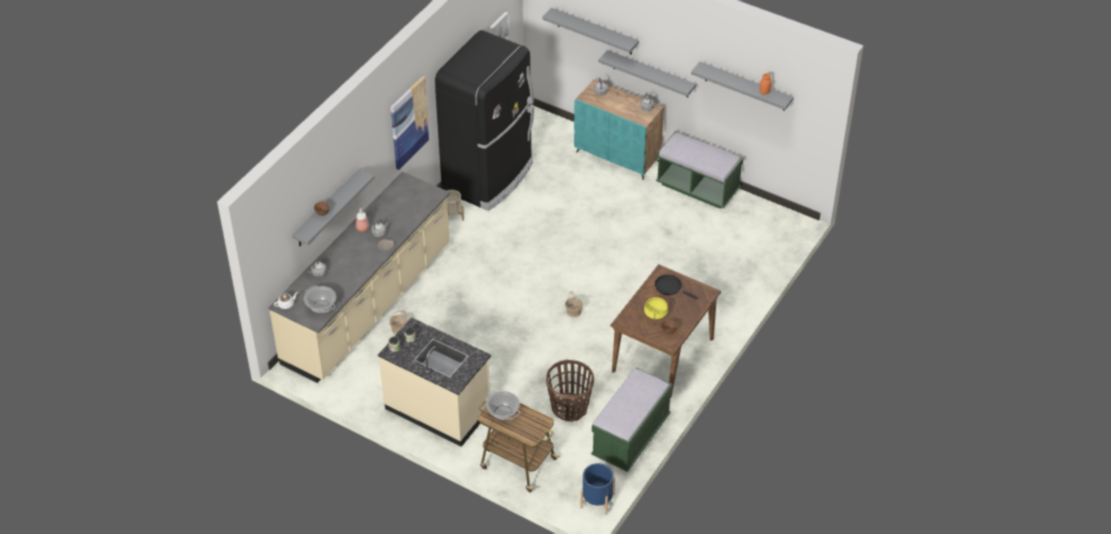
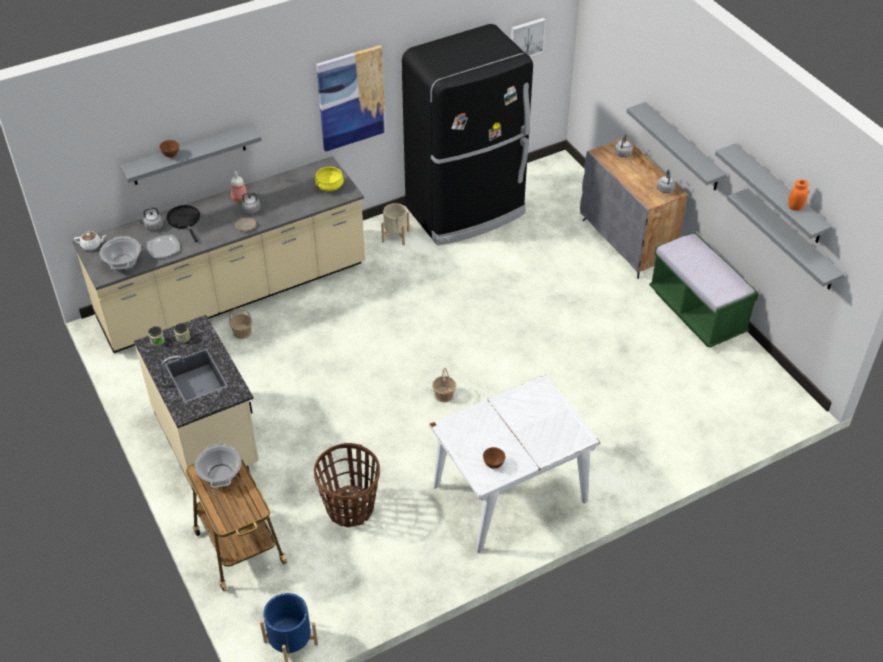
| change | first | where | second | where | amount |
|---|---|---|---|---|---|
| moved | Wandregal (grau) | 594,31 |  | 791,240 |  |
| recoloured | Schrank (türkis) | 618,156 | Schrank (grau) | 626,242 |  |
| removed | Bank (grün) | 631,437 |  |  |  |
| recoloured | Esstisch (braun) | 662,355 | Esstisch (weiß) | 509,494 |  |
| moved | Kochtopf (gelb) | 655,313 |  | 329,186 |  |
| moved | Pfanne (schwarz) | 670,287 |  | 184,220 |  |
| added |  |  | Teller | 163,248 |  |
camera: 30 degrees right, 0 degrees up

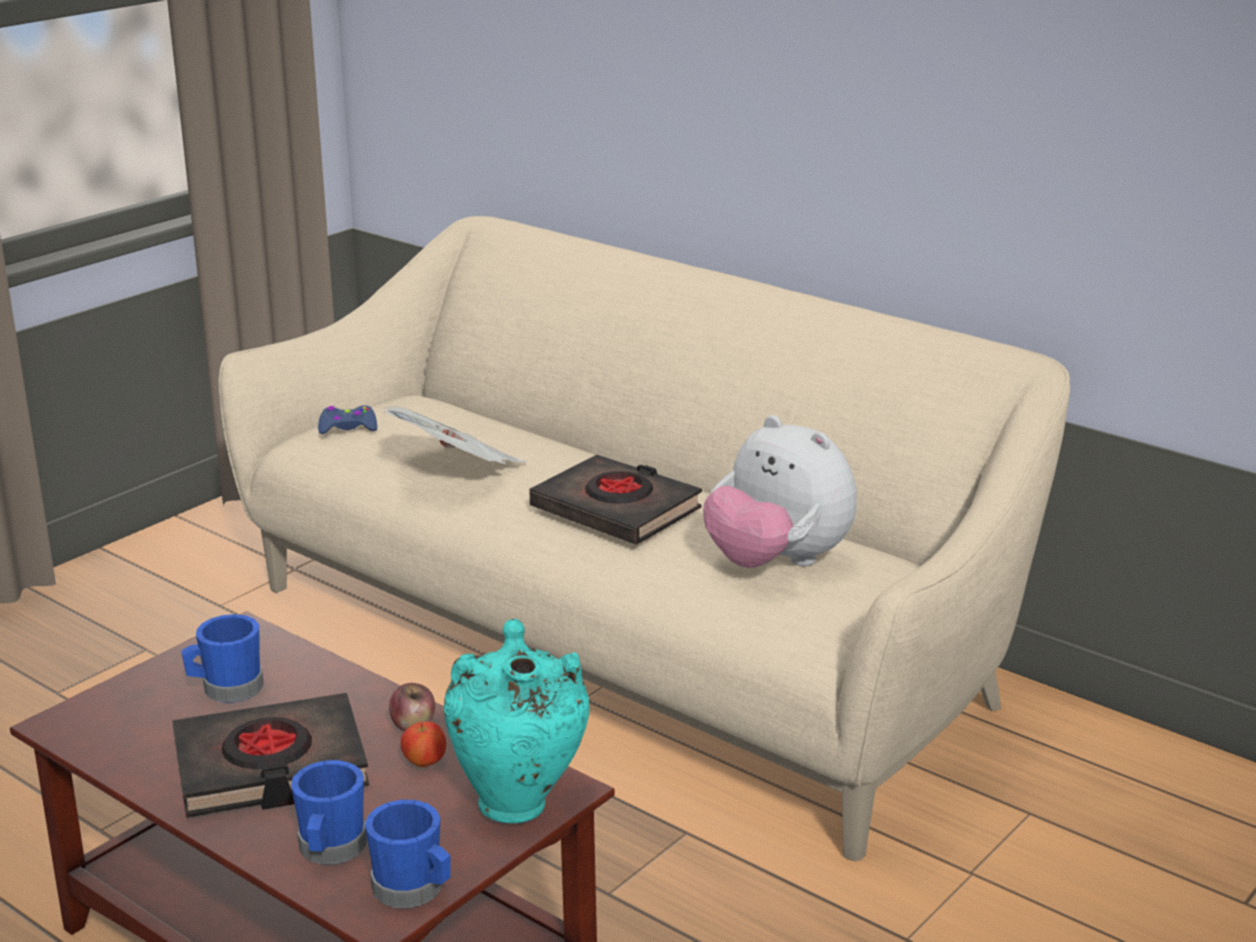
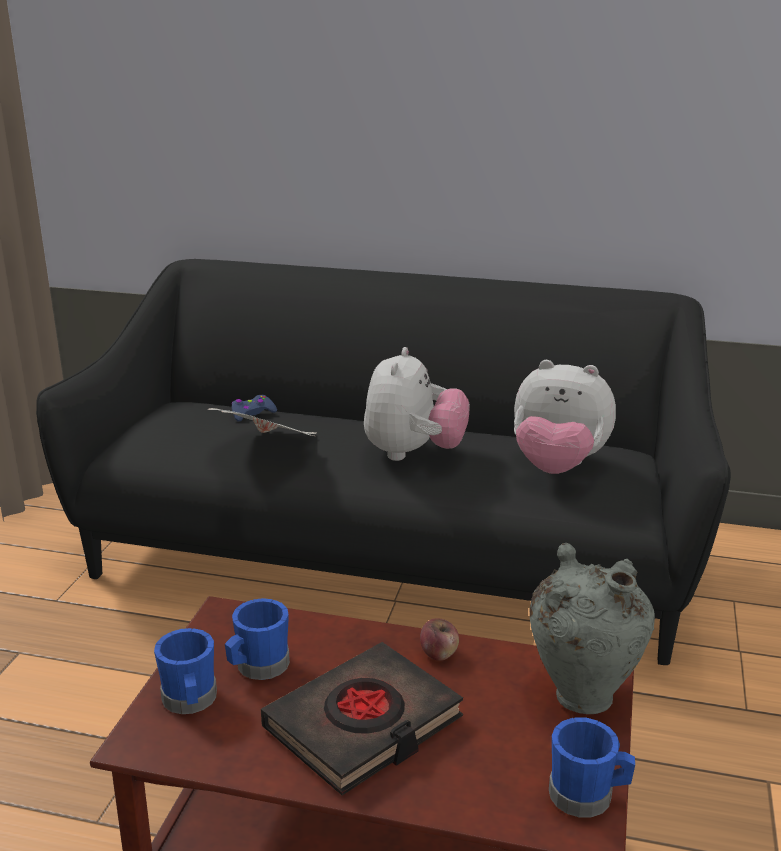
| change | first | where | second | where | amount |
|---|---|---|---|---|---|
| recoloured | Sofa (beige) | 628,644 | Sofa (schwarz) | 391,553 |  |
| moved | Henkelbecher (blau) | 330,850 |  | 190,701 |  |
| moved | Gamepad (blau) | 348,427 |  | 252,413 |  |
| removed | Apfel | 424,763 |  |  |  |
| recoloured | Vase (türkis) | 518,802 | Vase (grau) | 583,693 |  |
| replaced | Buch (schwarz) | 616,509 | Plüschtier | 413,453 |  |
camera: 25 degrees left, 0 degrees up

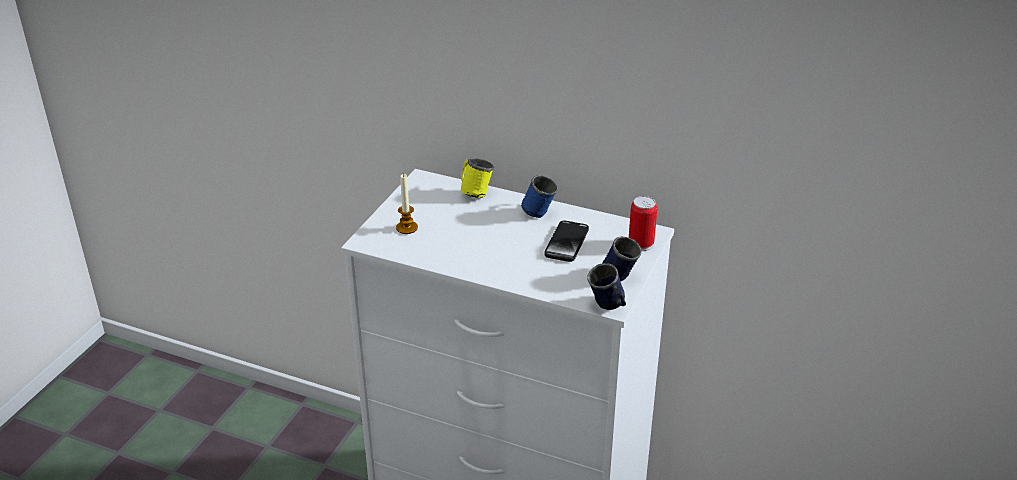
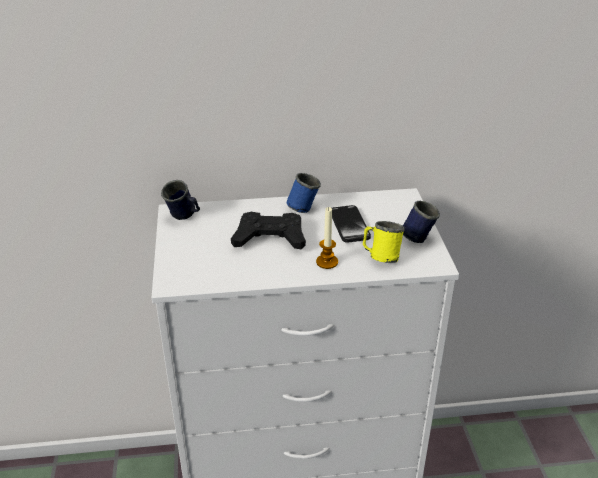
| change | first | where | second | where | amount |
|---|---|---|---|---|---|
| moved | Kerze | 407,228 |  | 327,262 |  |
| moved | Henkelbecher (gelb) | 474,192 |  | 380,257 |  |
| moved | Henkelbecher (blau) | 608,307 |  | 184,217 |  |
| removed | Dose | 641,244 |  |  |  |
| added |  |  | Gamepad (schwarz) | 270,238 |  |
camera: 30 degrees left, 0 degrees up

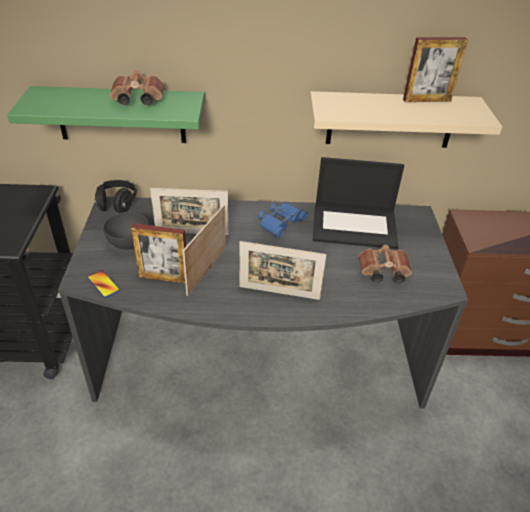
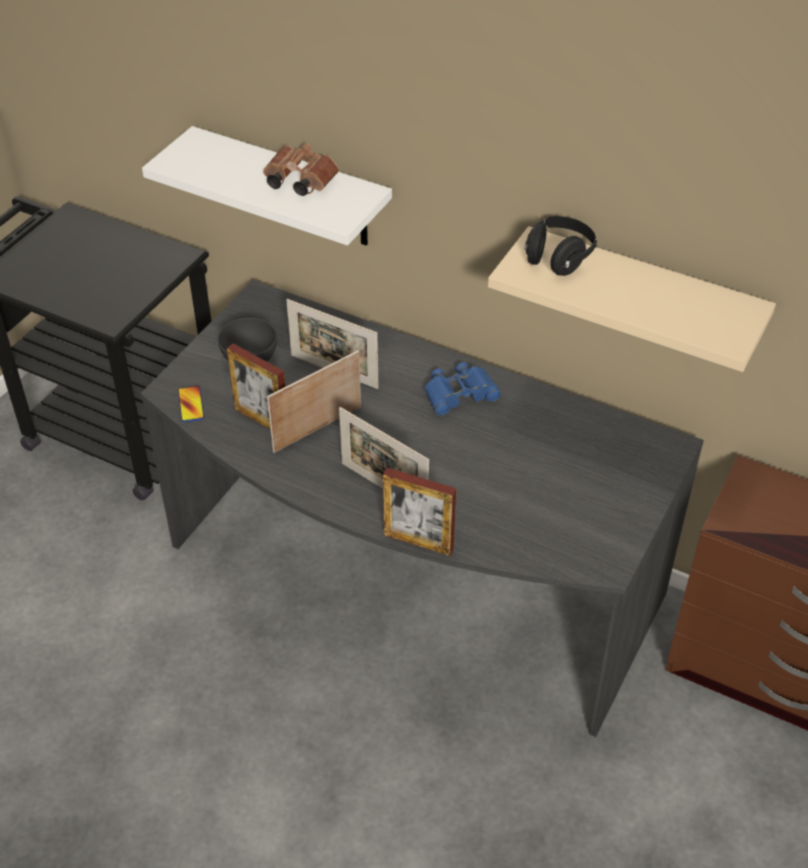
| change | first | where | second | where | amount |
|---|---|---|---|---|---|
| recoloured | Wandregal (grün) | 121,115 | Wandregal (weiß) | 291,188 |  |
| moved | Kopfhörer (schwarz) | 117,204 |  | 558,258 |  |
| removed | Laptop | 355,226 |  |  |  |
| removed | Fernglas (braun) | 382,273 |  |  |  |
| moved | Bilderrahmen | 427,100 |  | 418,542 |  |
camera: 30 degrees right, 5 degrees up

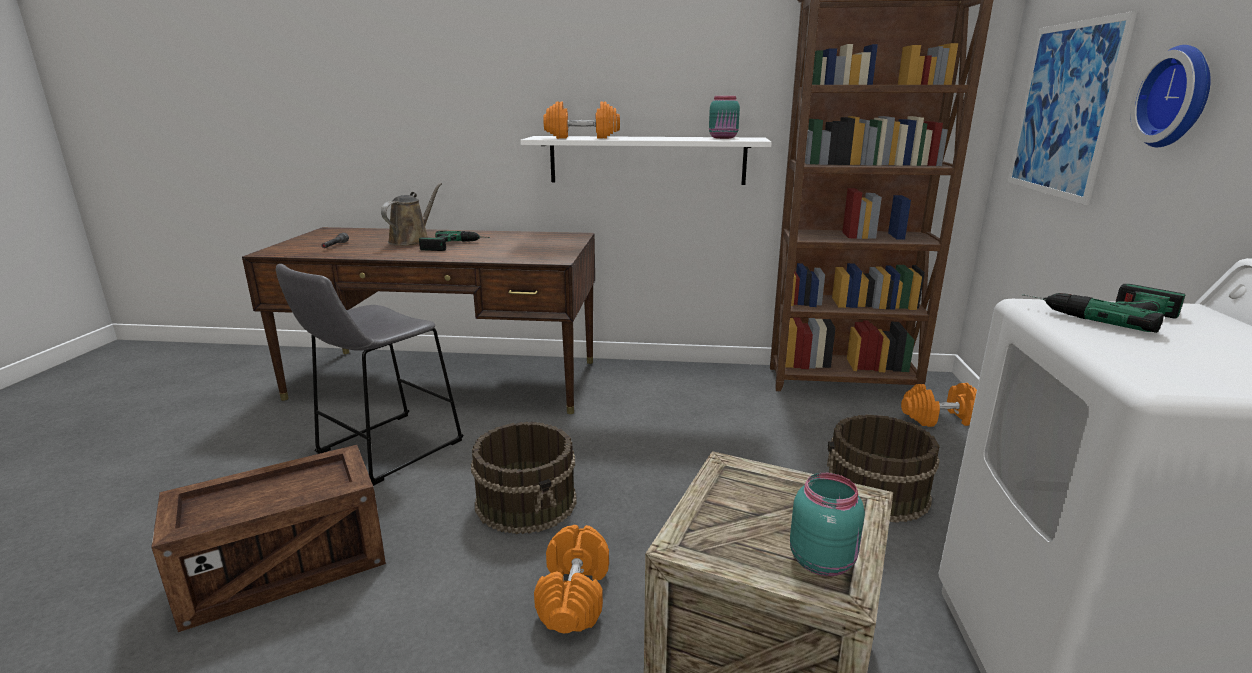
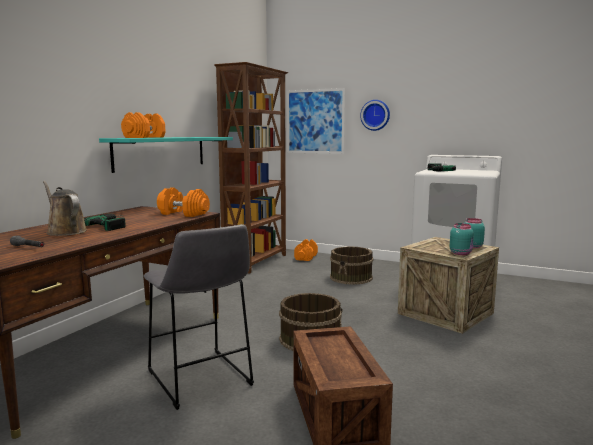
| change | first | where | second | where | amount |
|---|---|---|---|---|---|
| recoloured | Wandregal (weiß) | 647,160 | Wandregal (türkis) | 161,152 |  |
| moved | Hantel (orange) | 573,595 |  | 183,214 |  |
| moved | Vorratsglas (türkis) | 723,138 |  | 461,253 |  |
camera: 70 degrees left, 10 degrees down

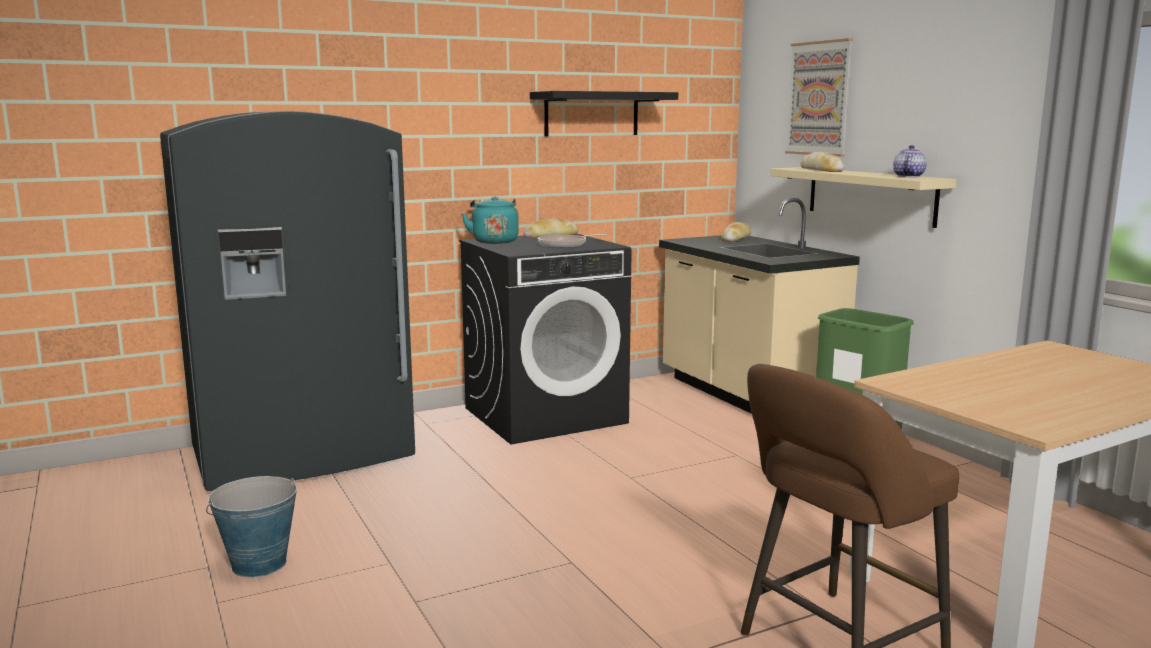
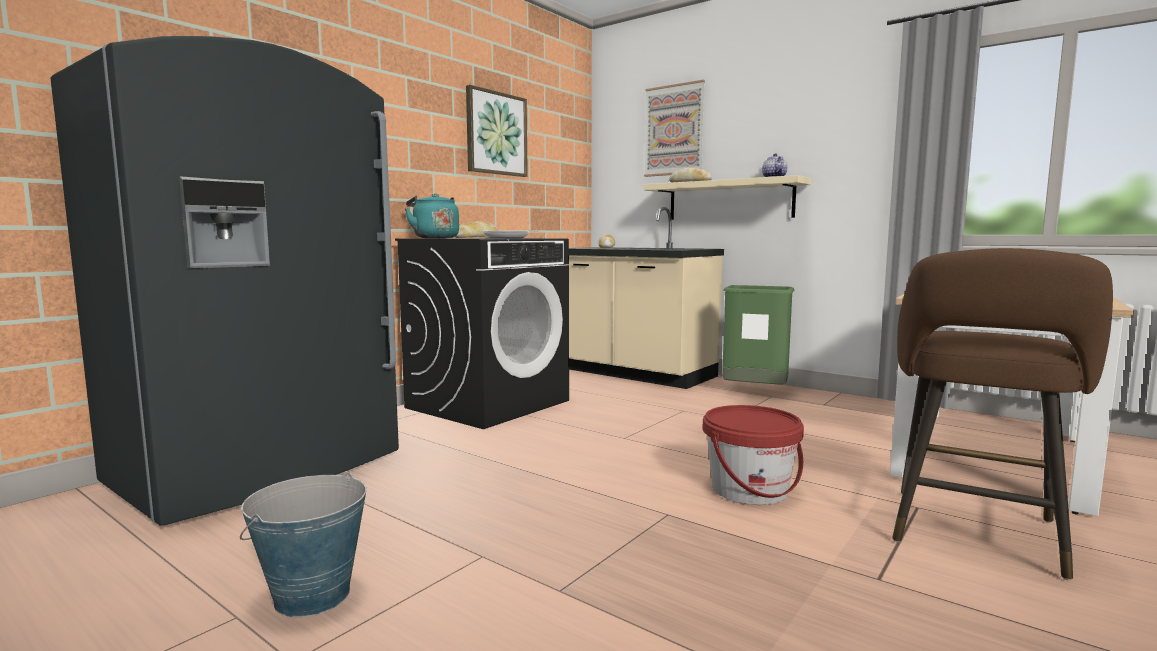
| change | first | where | second | where | amount |
|---|---|---|---|---|---|
| replaced | Wandregal (schwarz) | 591,114 | Bild | 496,133 |  |
| added |  |  | Eimer (rot) | 749,490 |  |
camera: 25 degrees left, 5 degrees down

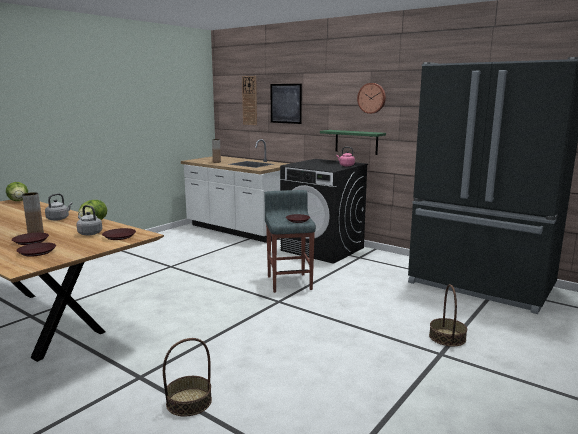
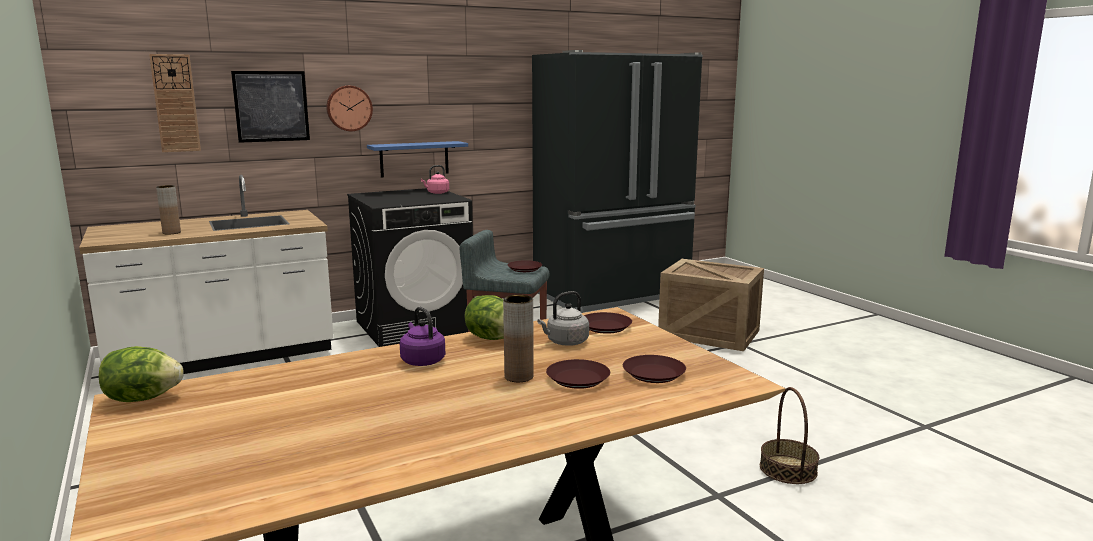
| change | first | where | second | where | amount |
|---|---|---|---|---|---|
| recoloured | Wasserkessel (grau) | 59,219 | Wasserkessel (lila) | 422,360 |  |
| recoloured | Wandregal (grün) | 356,142 | Wandregal (blau) | 414,159 |  |
| moved | Wanduhr | 372,98 |  | 349,108 |  |
| replaced | Korb | 447,337 | Kiste | 710,333 |  |
camera: 65 degrees left, 0 degrees up

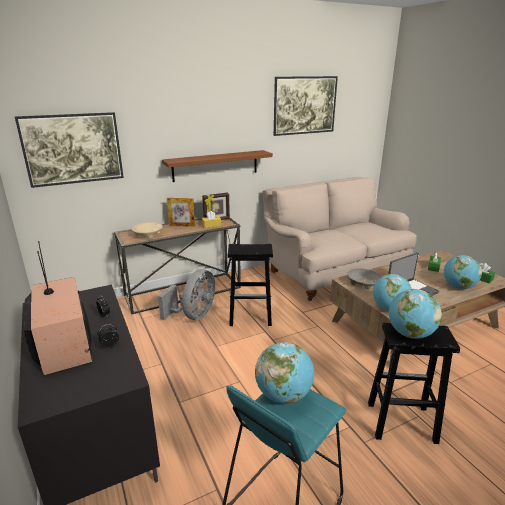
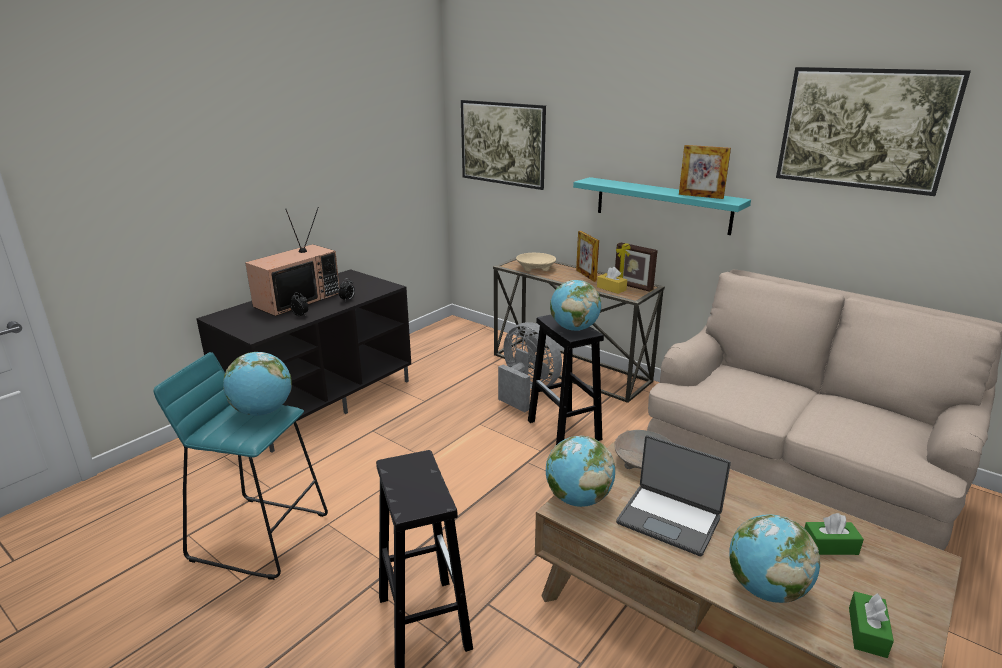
| change | first | where | second | where | amount |
|---|---|---|---|---|---|
| turned | Ventilator (grau) | 194,315 |  | 527,390 | 135 degrees counterclockwise |
| recoloured | Wandregal (braun) | 215,165 | Wandregal (türkis) | 662,205 |  |
| moved | Globus | 410,334 |  | 574,329 |  |
| added |  |  | Bilderrahmen | 700,196 |  |
camera: 65 degrees right, 0 degrees up

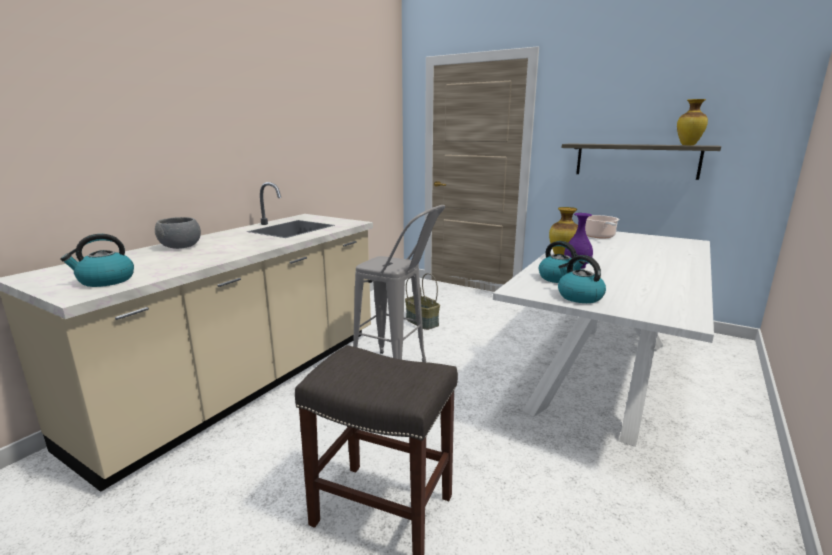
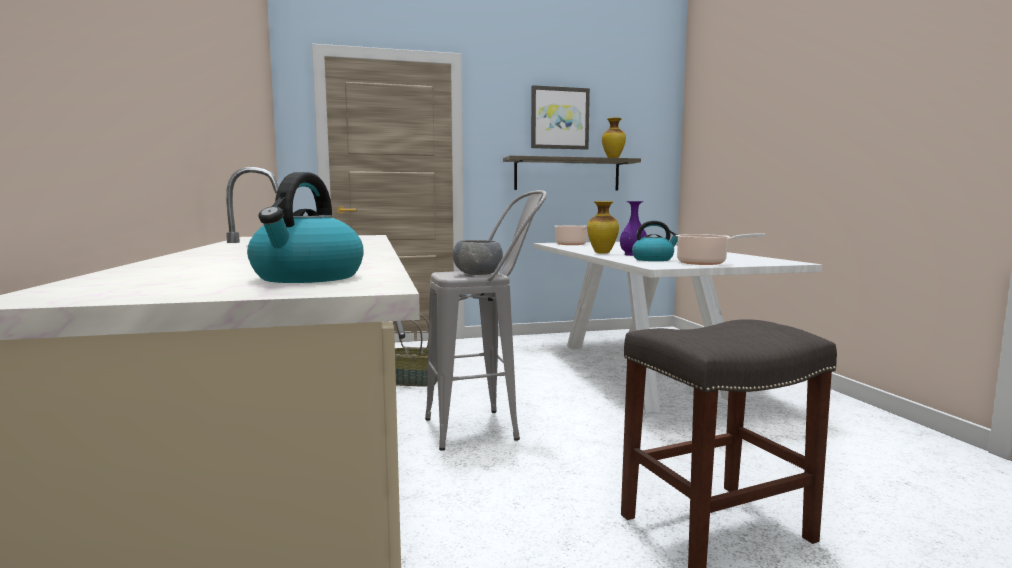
| change | first | where | second | where | amount |
|---|---|---|---|---|---|
| moved | Schüssel (grau) | 181,247 |  | 477,274 |  |
| replaced | Wasserkessel | 579,296 | Kochtopf | 705,263 |  |
| added |  |  | Bild | 559,118 |  |
camera: 45 degrees left, 10 degrees down

